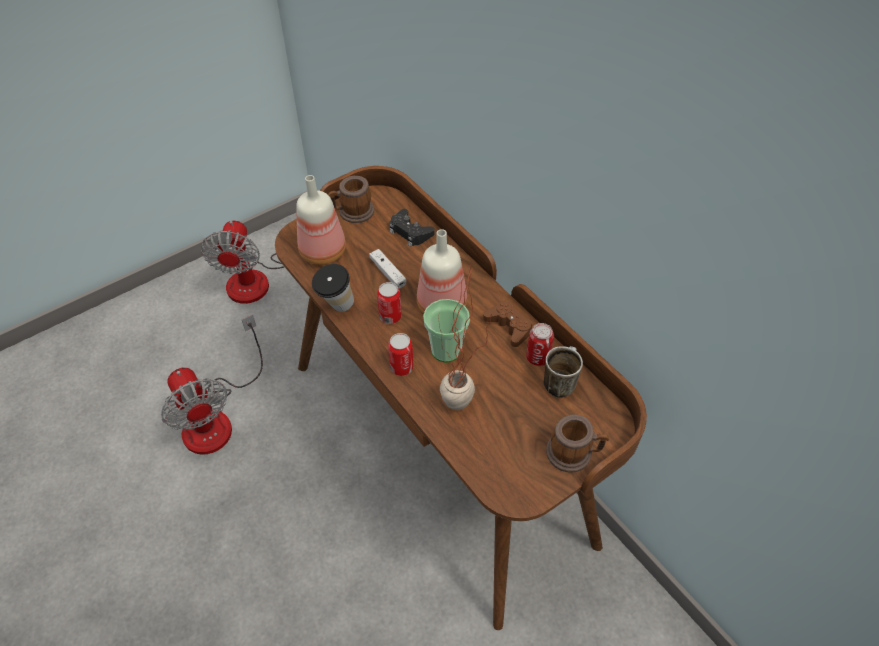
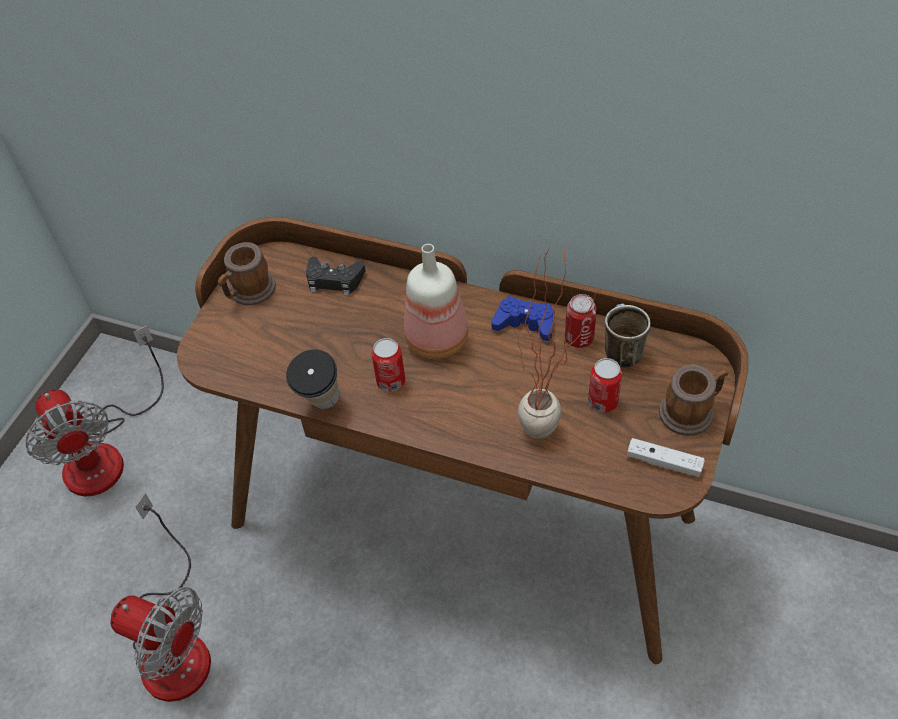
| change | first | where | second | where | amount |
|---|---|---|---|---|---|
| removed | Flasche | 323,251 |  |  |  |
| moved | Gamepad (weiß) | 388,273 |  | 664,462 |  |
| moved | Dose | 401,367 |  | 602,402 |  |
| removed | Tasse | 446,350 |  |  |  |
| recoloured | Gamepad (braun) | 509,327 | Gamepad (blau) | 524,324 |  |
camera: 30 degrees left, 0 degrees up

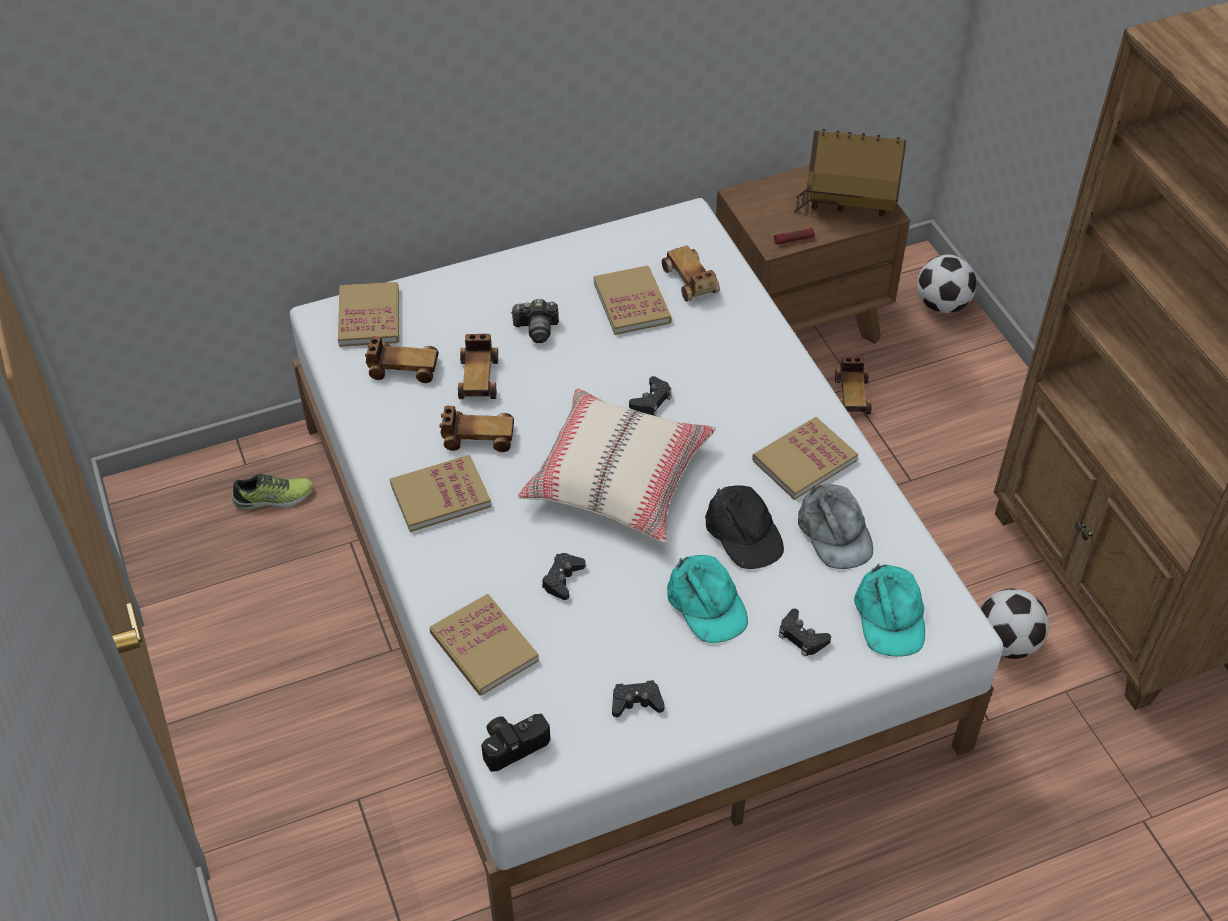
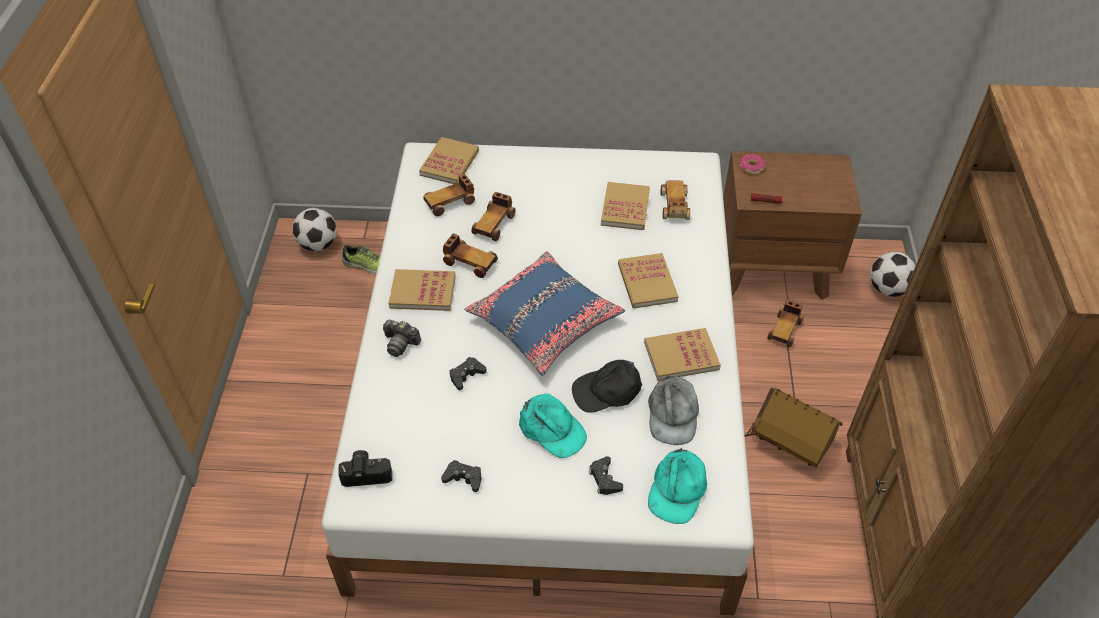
| change | first | where | second | where | amount |
|---|---|---|---|---|---|
| turned | Spielzeugauto | 403,368 |  | 450,202 | 120 degrees clockwise |
| moved | Buch | 484,647 |  | 647,282 |  |
| moved | Kamera | 537,329 |  | 400,343 |  |
| recoloured | Kissen (beige) | 618,478 | Kissen (blau) | 544,322 |  |
| removed | Gamepad (schwarz) | 651,401 |  |  |  |
| turned | Kappe (türkis) | 706,604 |  | 551,430 | 45 degrees counterclockwise |
| turned | Kappe (schwarz) | 743,533 |  | 607,390 | 75 degrees clockwise |
| moved | Spielzeughaus | 849,204 |  | 790,444 |  |
| moved | Fußball | 1006,642 |  | 318,244 |  |
| added |  |  | Donut | 751,167 |  |
camera: 25 degrees right, 0 degrees up

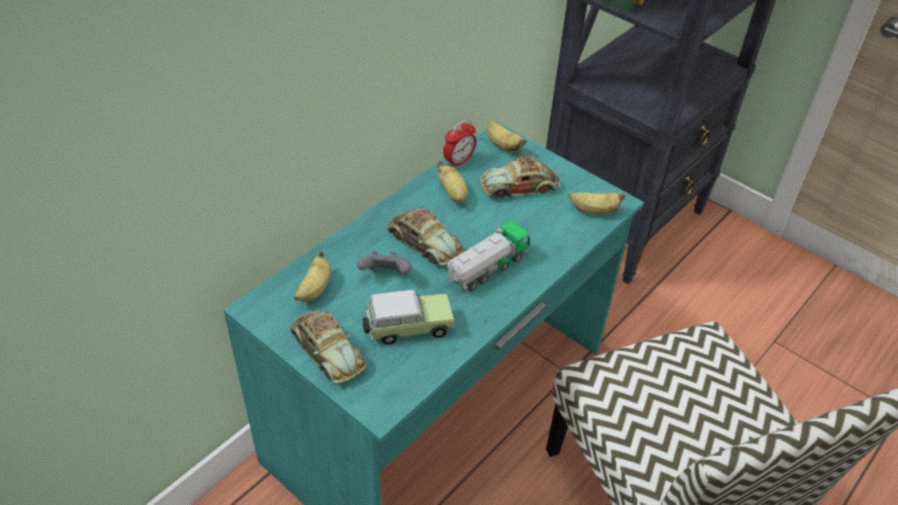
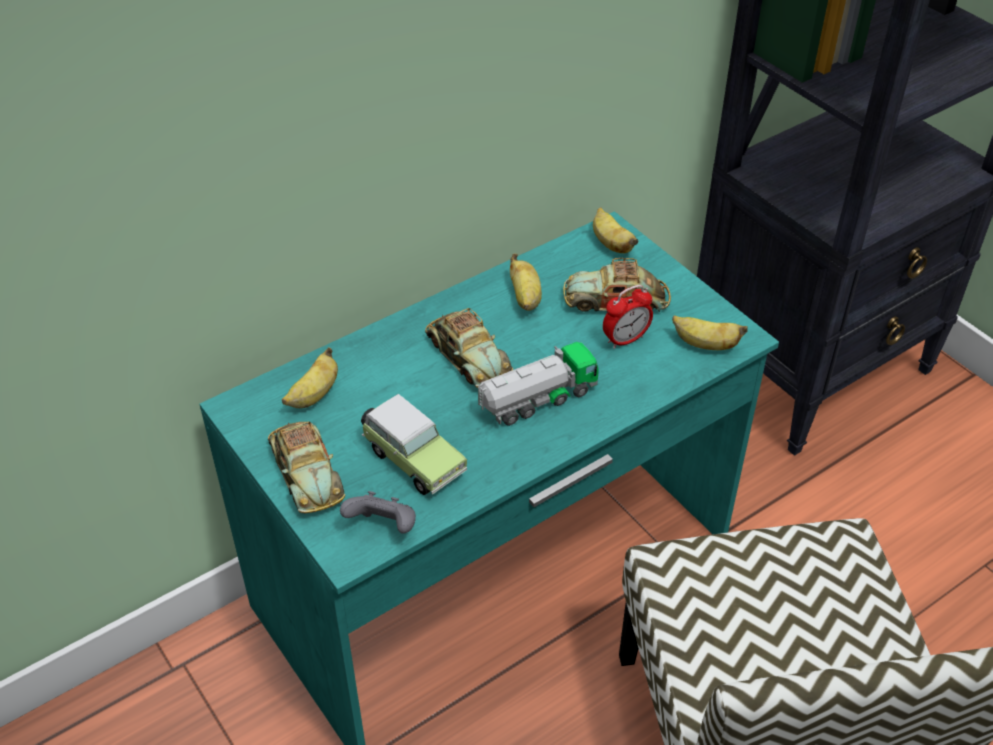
| change | first | where | second | where | amount |
|---|---|---|---|---|---|
| moved | Gamepad (grau) | 385,275 |  | 383,527 |  |
| turned | Spielzeugauto | 407,328 |  | 412,459 | 45 degrees clockwise |
| moved | Wecker | 459,161 |  | 625,339 |  |
camera: 15 degrees right, 0 degrees up

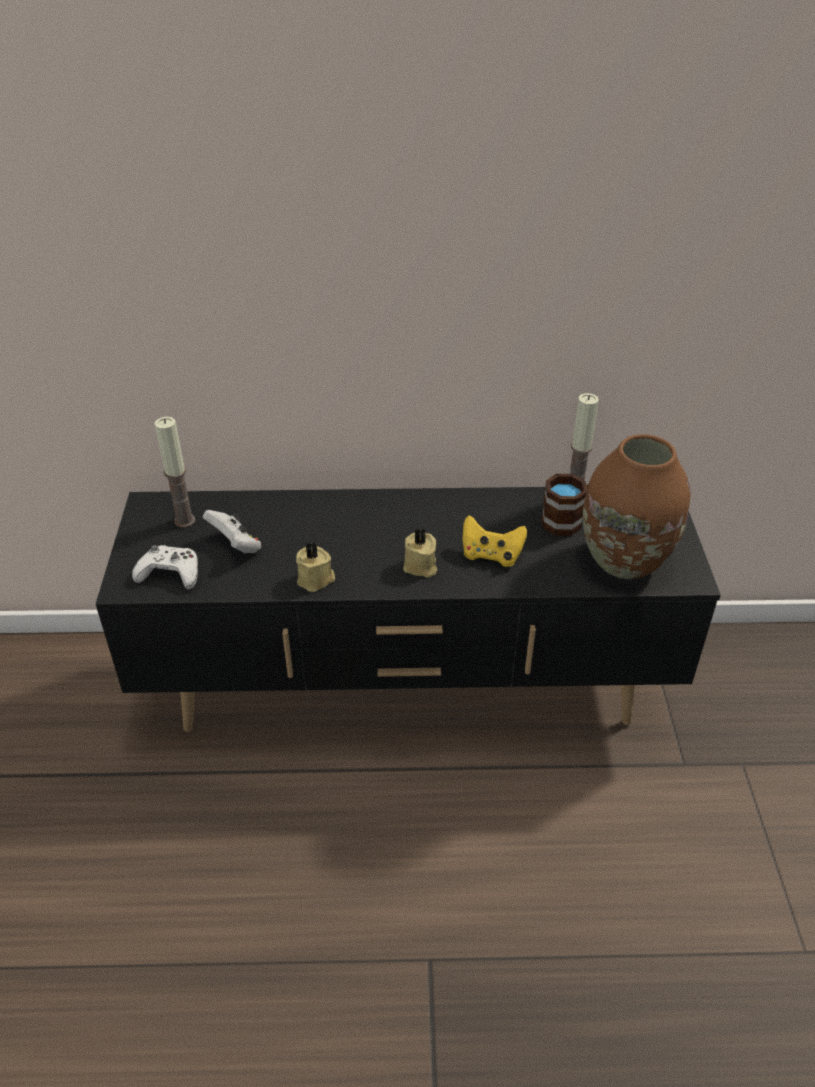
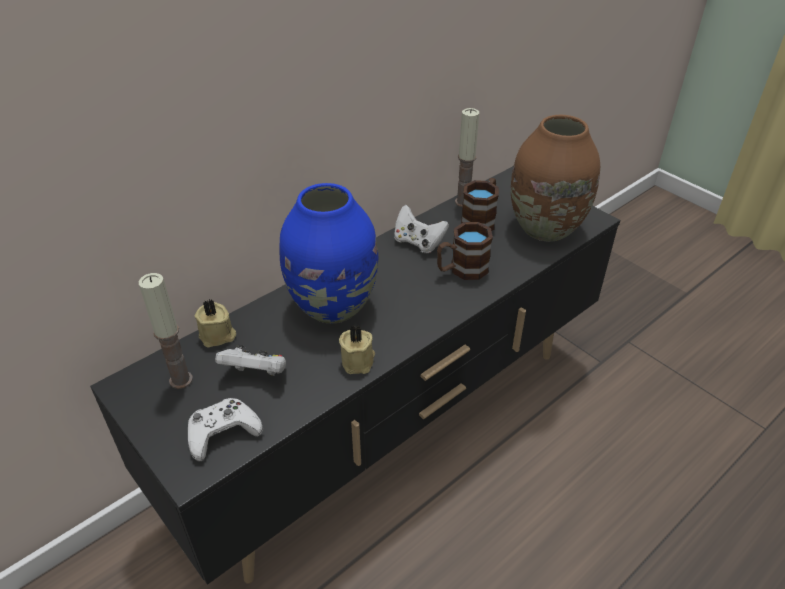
| change | first | where | second | where | amount |
|---|---|---|---|---|---|
| moved | Kerze (beige) | 420,567 |  | 218,336 |  |
| replaced | Gamepad (gelb) | 491,555 | Henkelbecher (braun) | 461,270 |  |
| added |  |  | Vase (blau) | 333,306 |  |
| added |  |  | Gamepad (weiß) | 418,242 |  |
camera: 40 degrees left, 0 degrees up

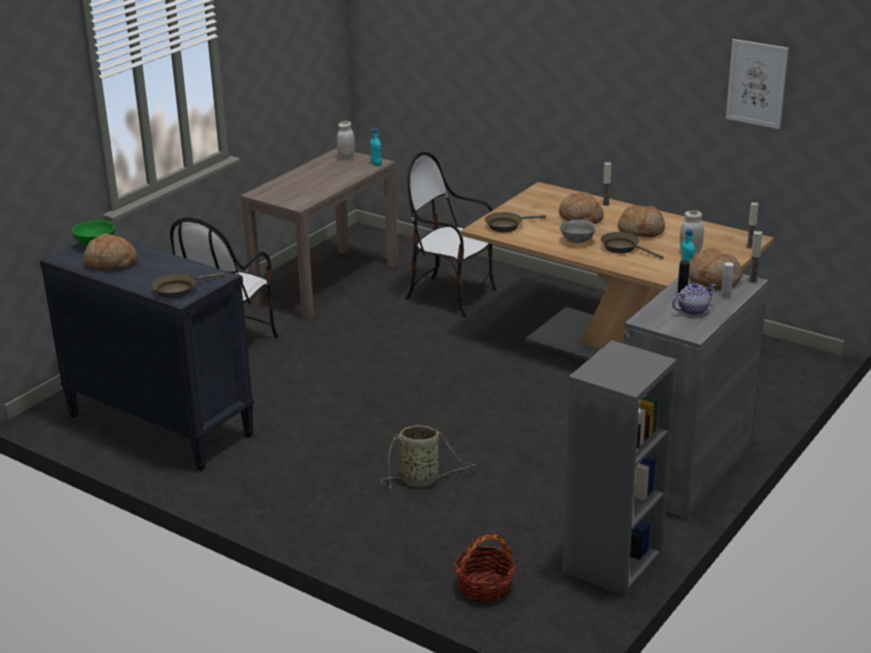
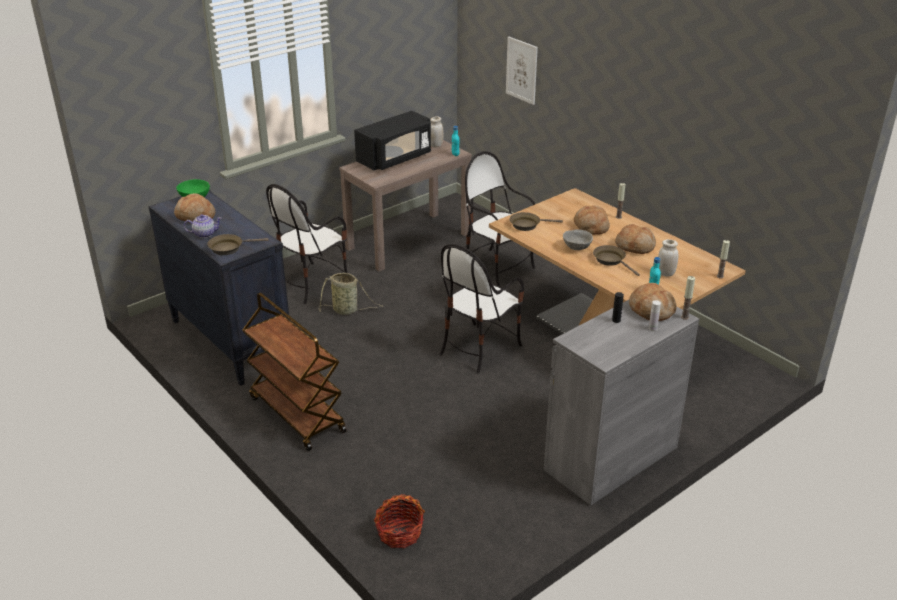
| change | first | where | second | where | amount |
|---|---|---|---|---|---|
| moved | Korb | 422,480 |  | 347,310 |  |
| removed | Bücherregal (grau) | 613,563 |  |  |  |
| moved | Teekanne | 692,310 |  | 204,234 |  |
| moved | Bild | 756,83 |  | 521,70 |  |
| added |  |  | Rollwagen (braun) | 296,414 |  |
| added |  |  | Mikrowelle (schwarz) | 395,158 |  |
| added |  |  | Stuhl | 479,348 |  |
camera: 15 degrees right, 5 degrees up

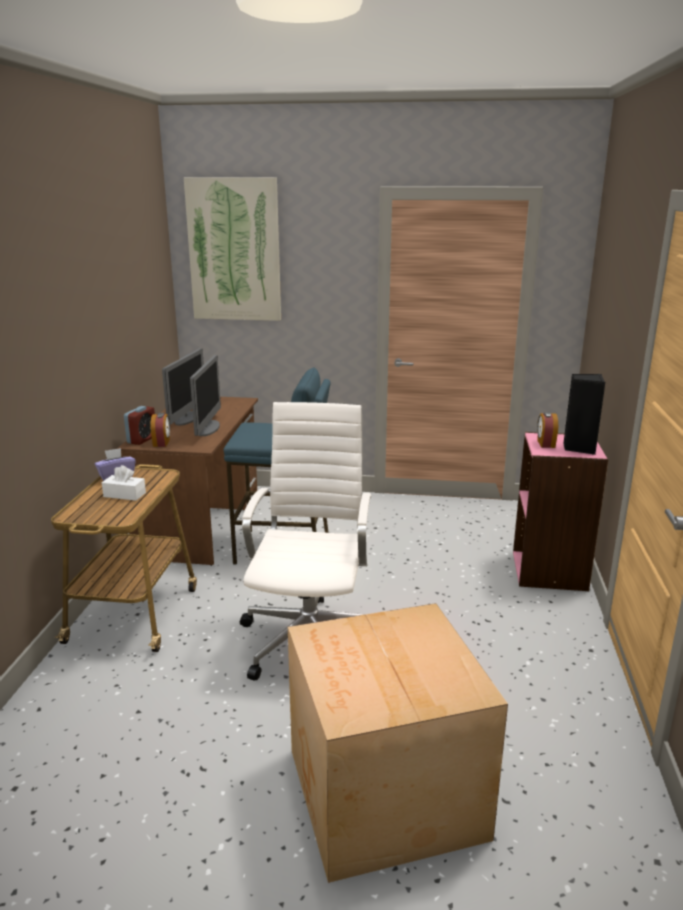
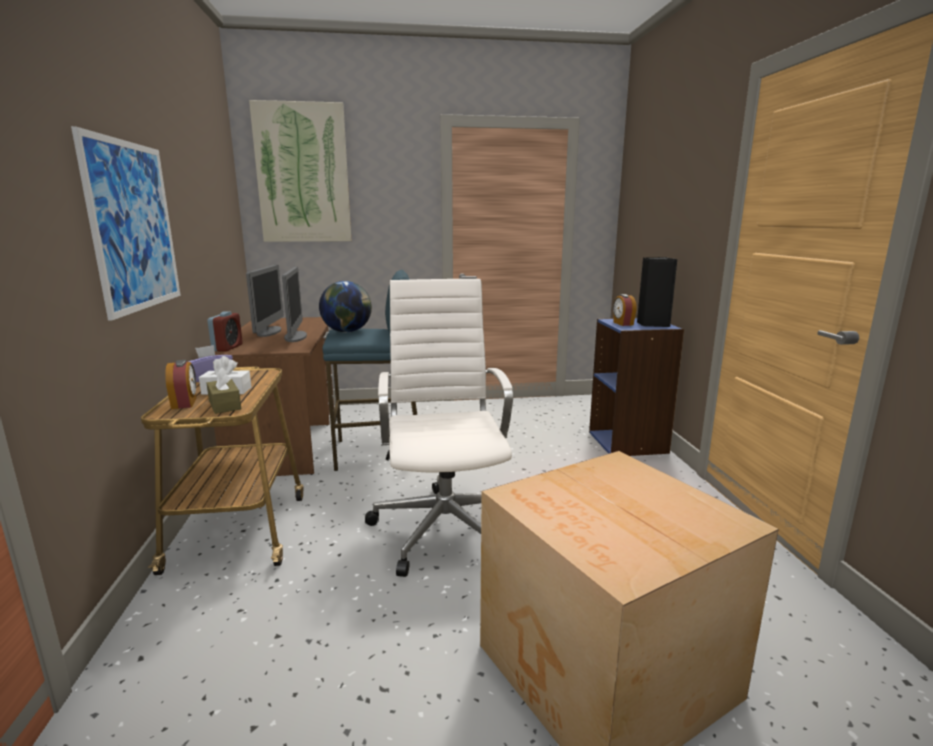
| change | first | where | second | where | amount |
|---|---|---|---|---|---|
| moved | Wecker | 162,443 |  | 185,403 |  |
| recoloured | Bücherregal (rosa) | 550,571 | Bücherregal (blau) | 628,442 |  |
| added |  |  | Bild | 134,226 |  |
| added |  |  | Taschentuchbox (braun) | 224,405 |  |
| added |  |  | Globus | 347,331 |  |
camera: 15 degrees left, 5 degrees down

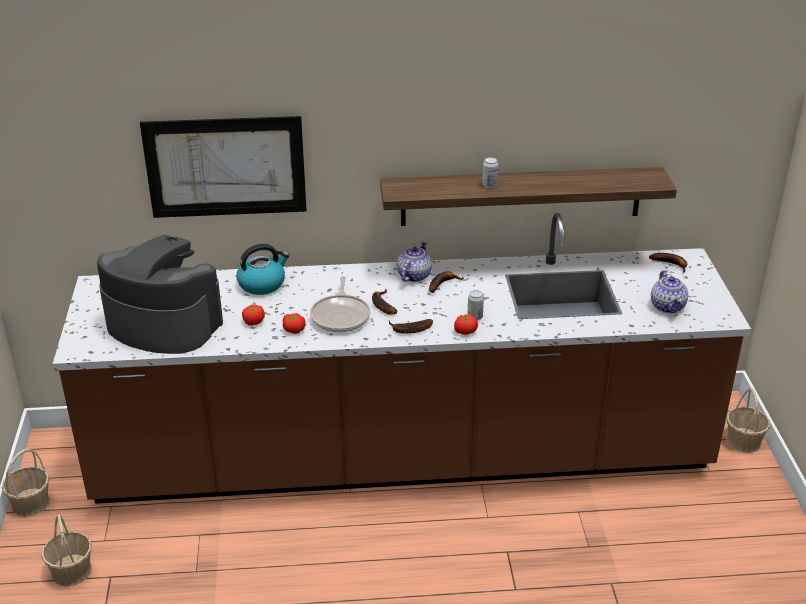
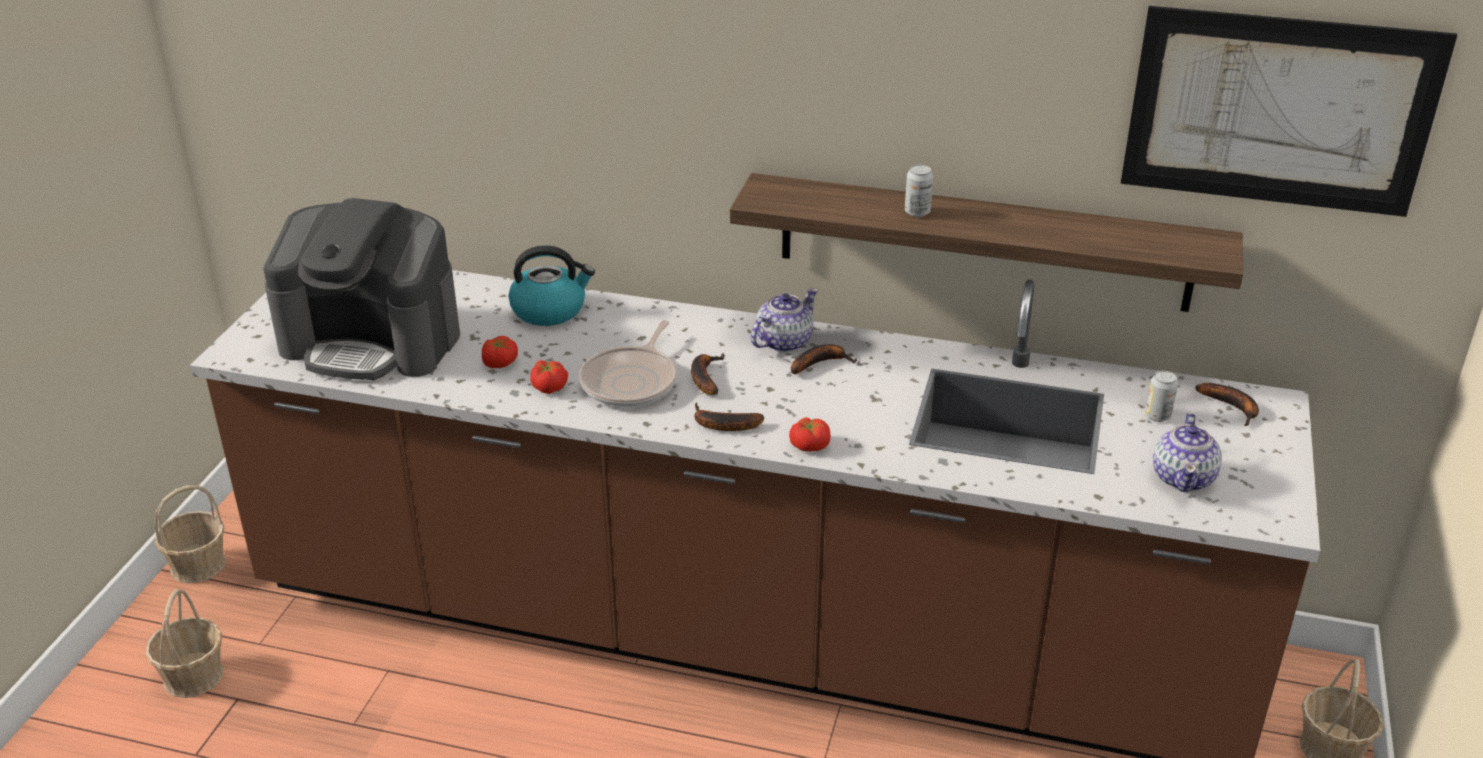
| change | first | where | second | where | amount |
|---|---|---|---|---|---|
| turned | Kaffeemaschine | 163,324 |  | 372,340 | 150 degrees clockwise |
| moved | Bild | 225,167 |  | 1279,111 |  |
| moved | Dose | 475,317 |  | 1157,416 |  |
camera: 20 degrees right, 0 degrees up

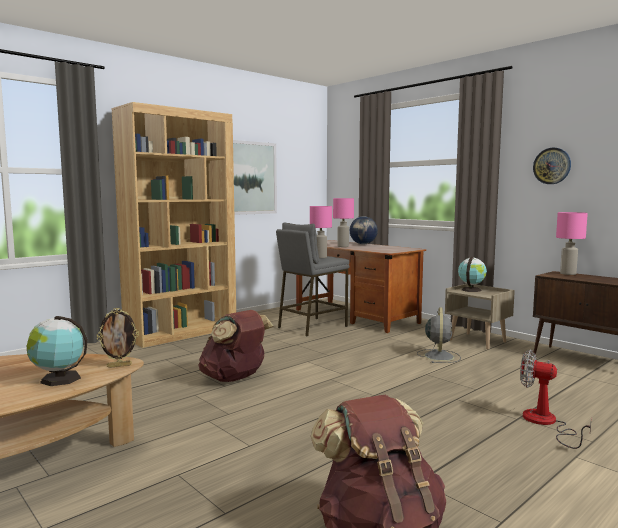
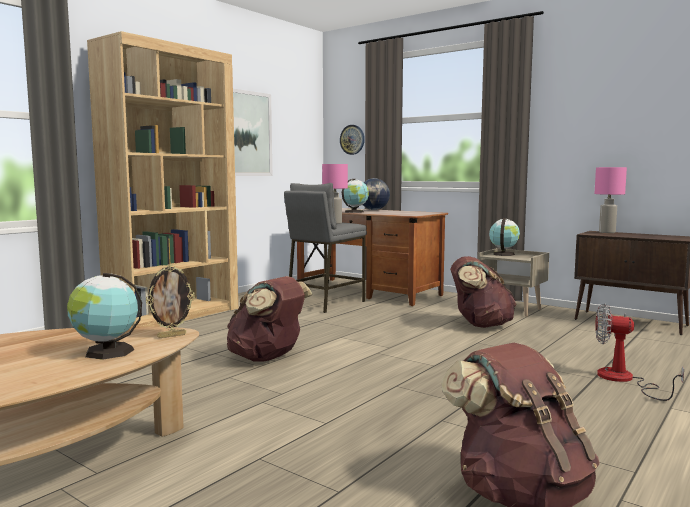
| change | first | where | second | where | amount |
|---|---|---|---|---|---|
| replaced | Tischlampe (rosa) | 343,246 | Globus | 355,212 |  |
| replaced | Ventilator (grau) | 438,356 | Rucksack (braun) | 480,325 |  |
| moved | Wanduhr | 552,166 |  | 352,139 |  |
camera: 10 degrees left, 0 degrees up

